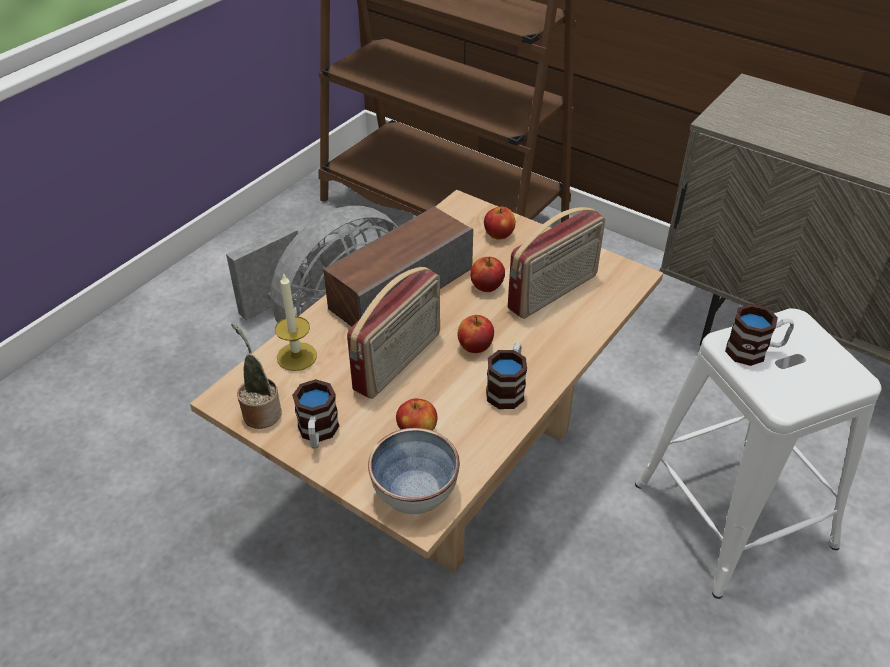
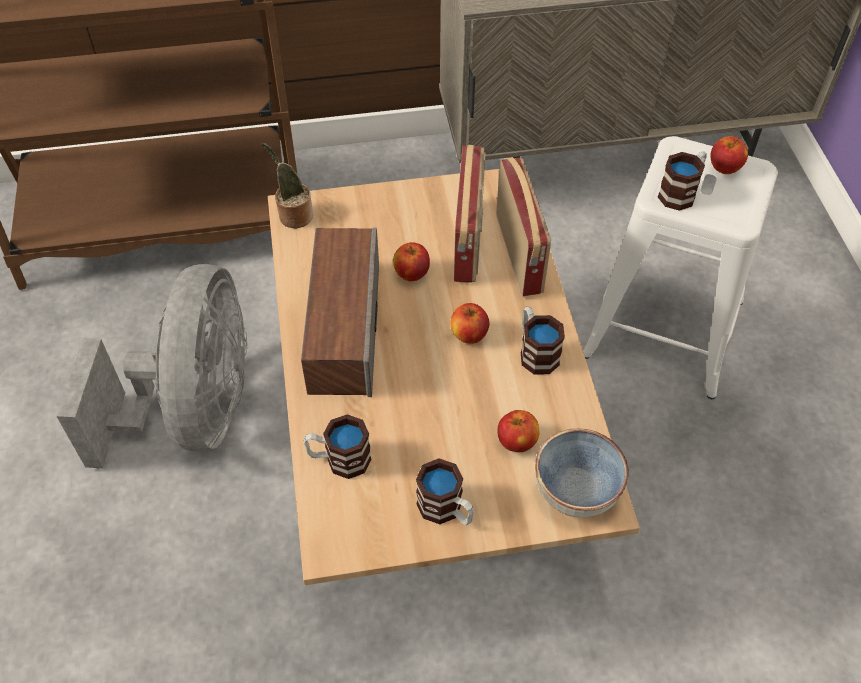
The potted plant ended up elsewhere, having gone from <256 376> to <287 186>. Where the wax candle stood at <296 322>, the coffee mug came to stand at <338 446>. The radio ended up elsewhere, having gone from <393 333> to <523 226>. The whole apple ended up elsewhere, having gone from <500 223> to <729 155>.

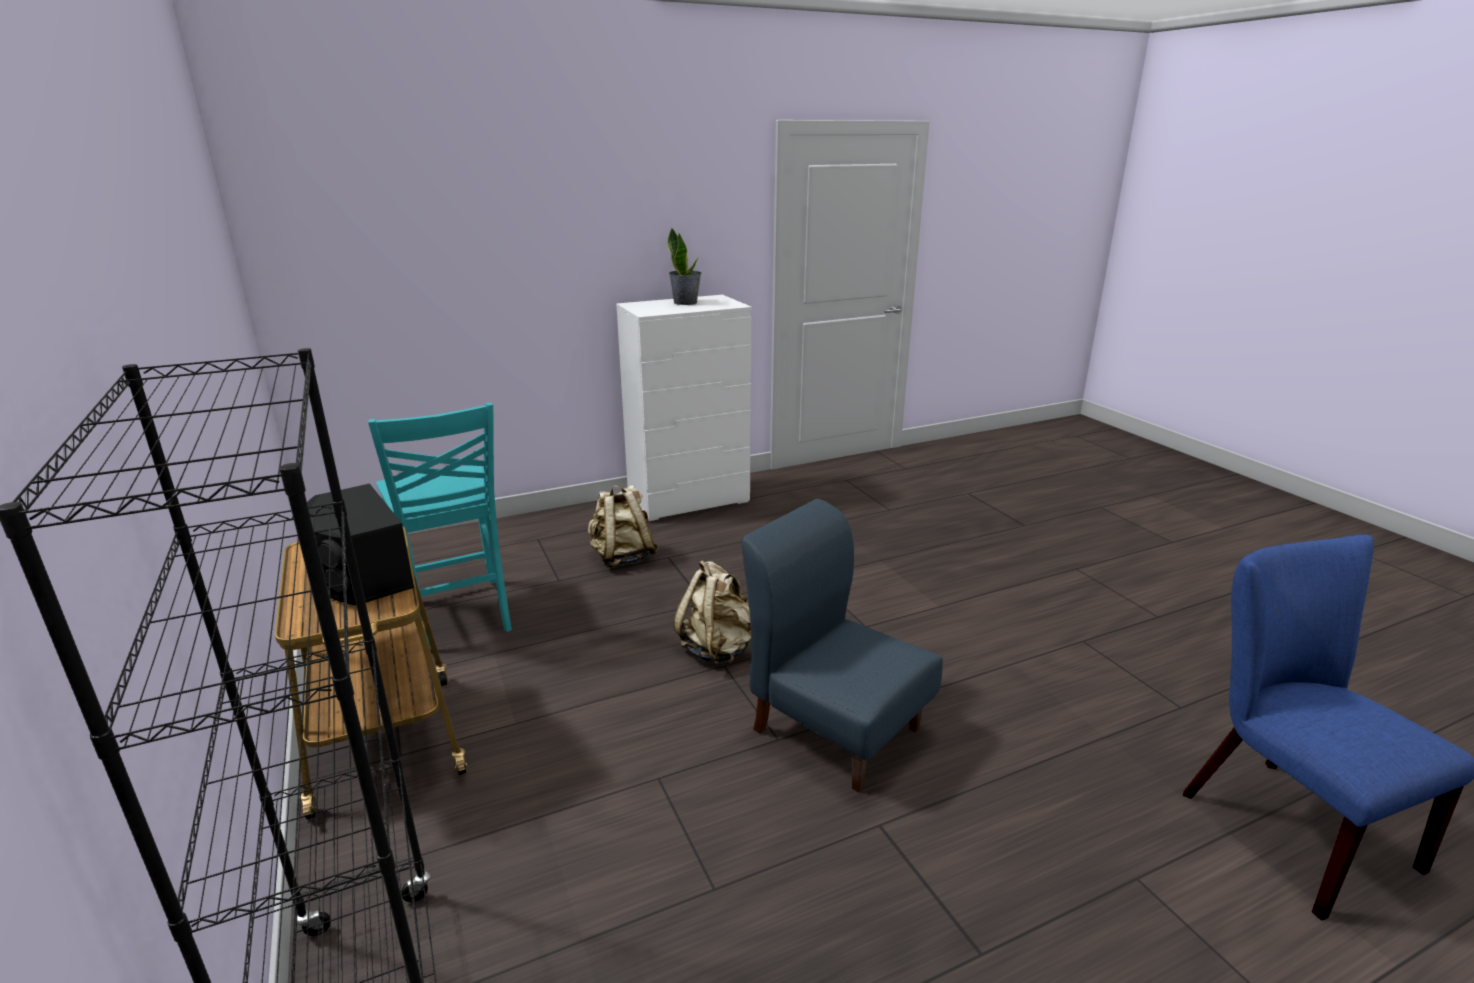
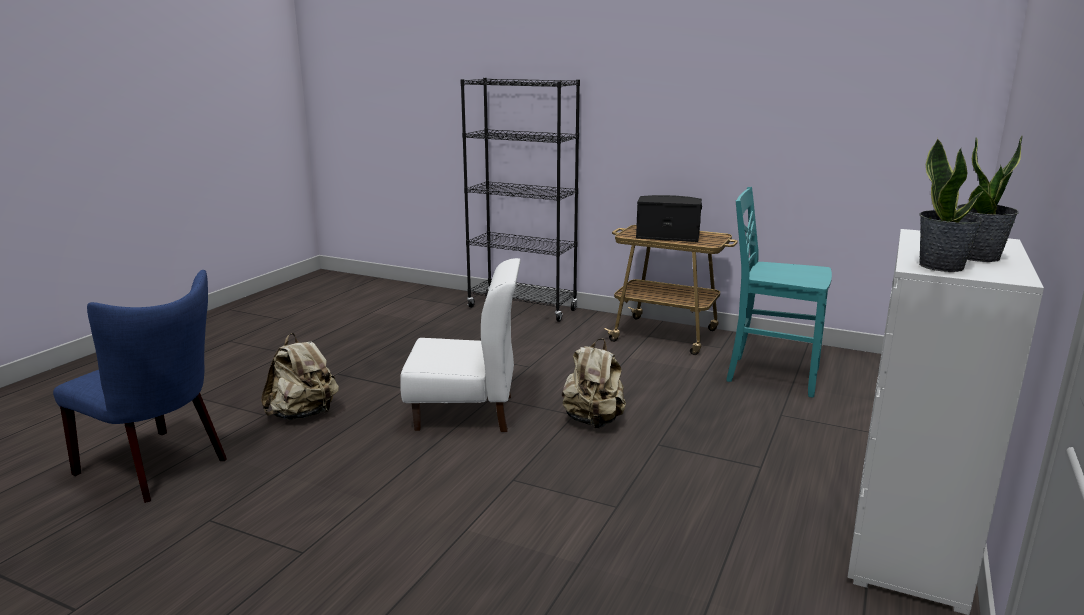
The beige knapsack ended up elsewhere, having gone from <623 526> to <300 376>. What was the blue-coloured chair at <842 645> turned into the white chair at <460 345>. The second view gained the potted plant at <951 205>.

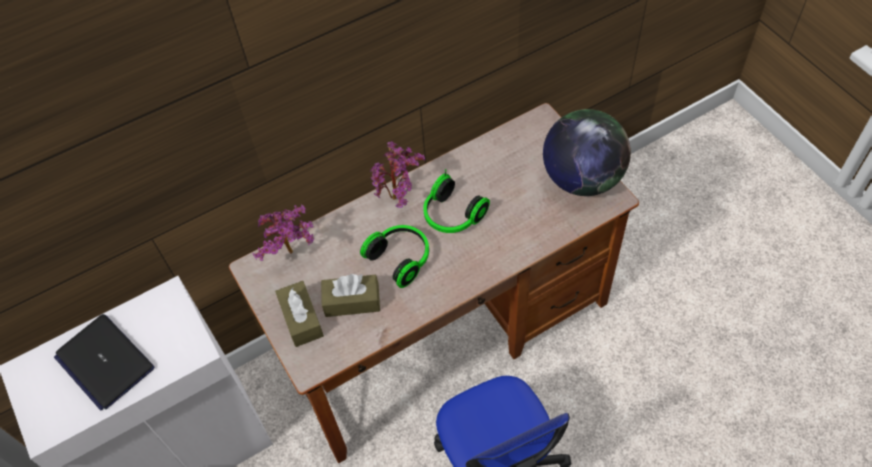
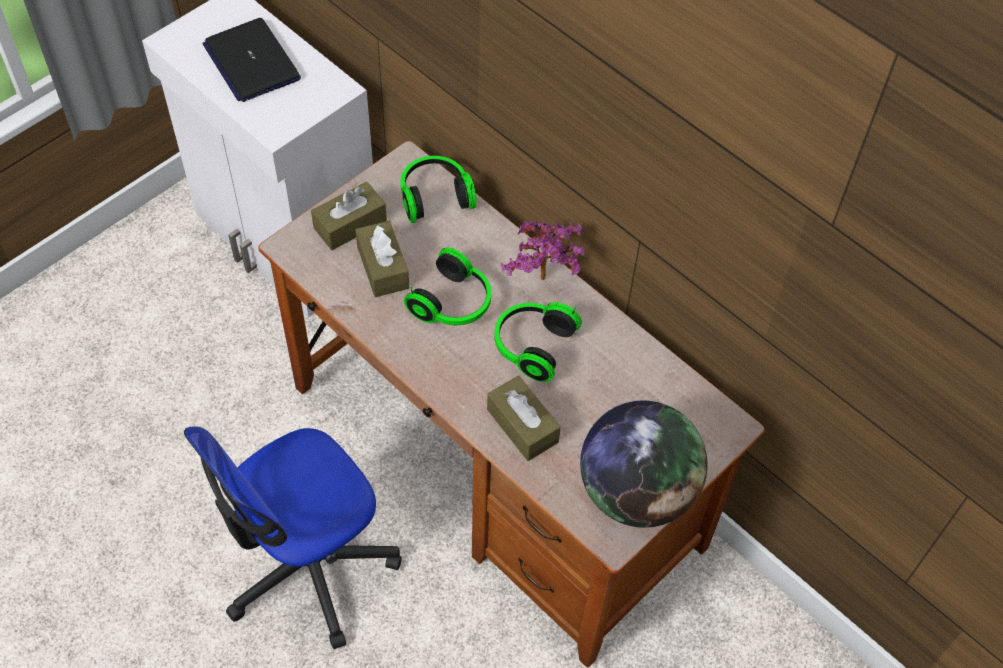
The laptop at <104 362> ended up facing another way, 60 degrees counterclockwise from before. Where the potted plant stood at <283 232>, the headset came to stand at <438 189>. The second view gained the brownish box of tissues at <524 418>.

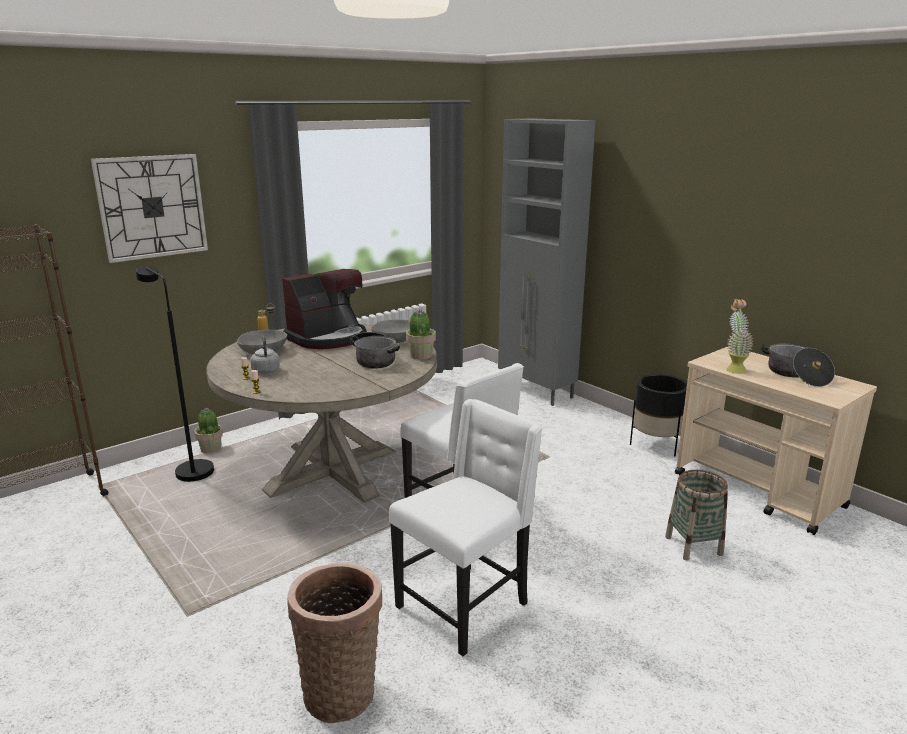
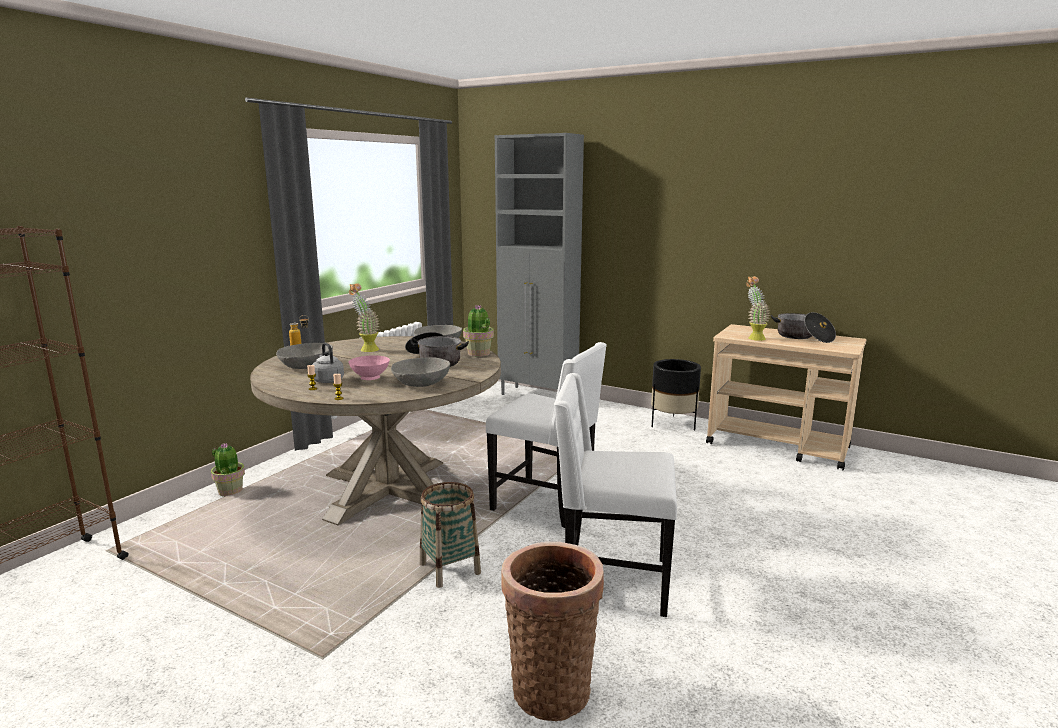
The second view gained the pink-coloured serving bowl at <369 367>. Where the coffee maker stood at <324 309>, the potted plant came to stand at <364 317>. The second view gained the greyish serving bowl at <420 372>. The basket ended up elsewhere, having gone from <696 515> to <450 535>. The white chair at <466 527> ended up facing another way, 105 degrees counterclockwise from before. The second view lost the hanging clock at <149 208>. The second view lost the blackish standing lamp at <175 374>.

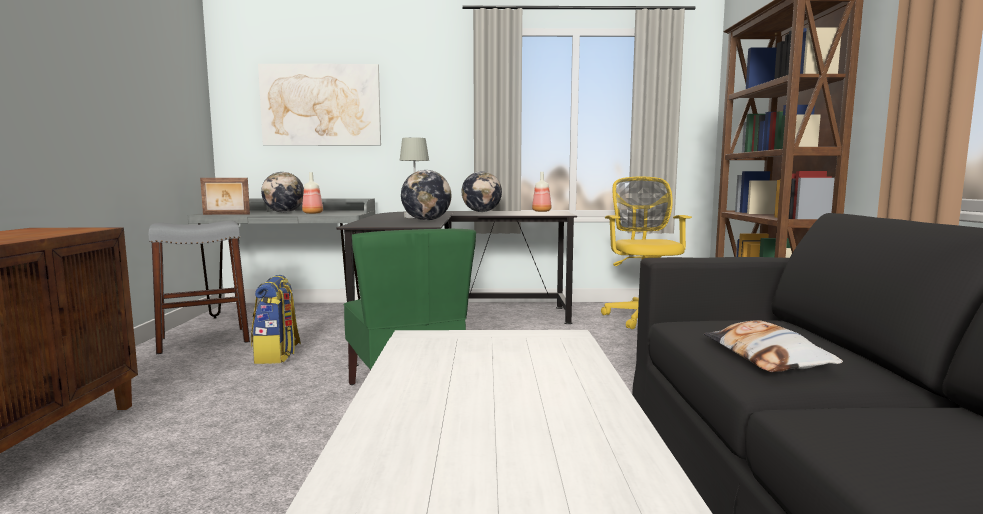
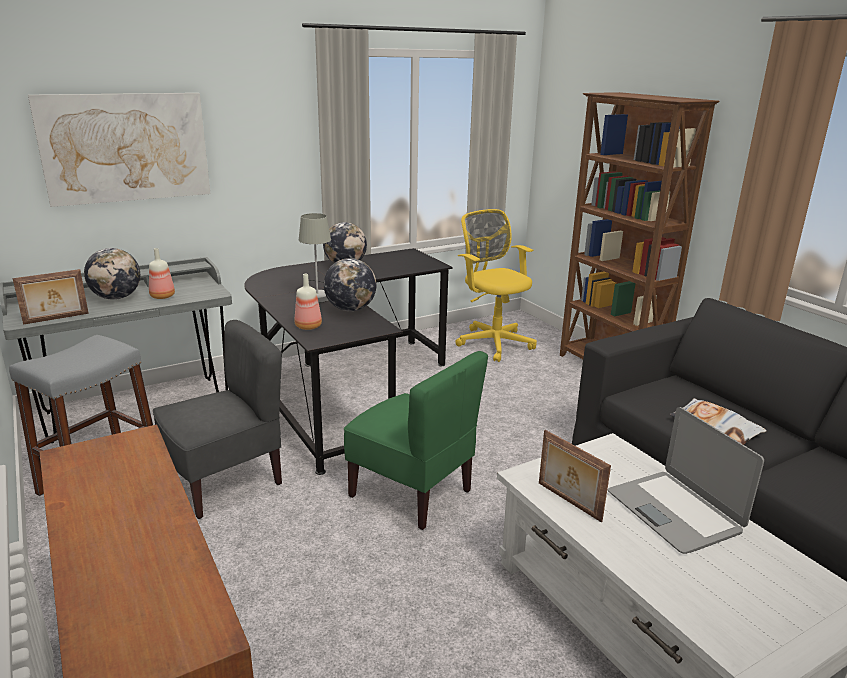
Where the knapsack stood at <276 319>, the greyish chair came to stand at <217 419>. The bottle ended up elsewhere, having gone from <541 192> to <308 302>. The second view gained the standing frame at <575 476>. The second view gained the laptop at <686 480>.

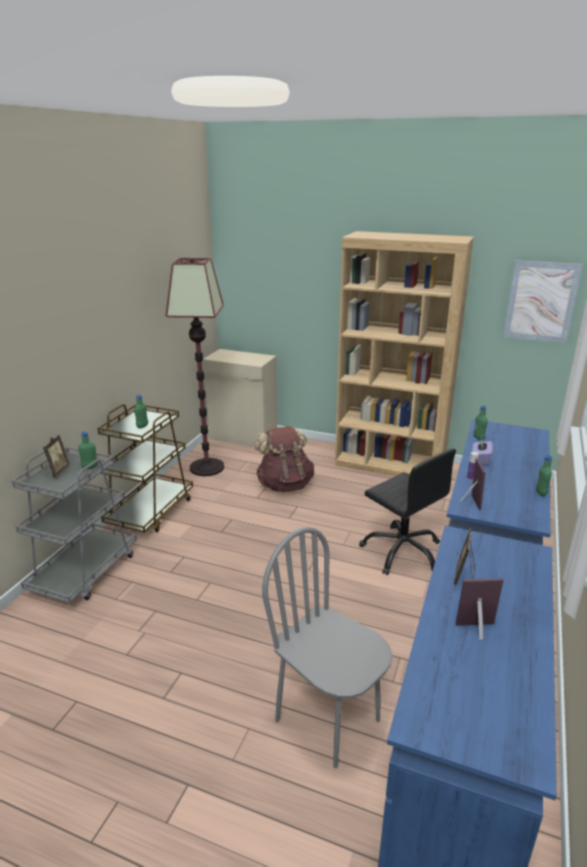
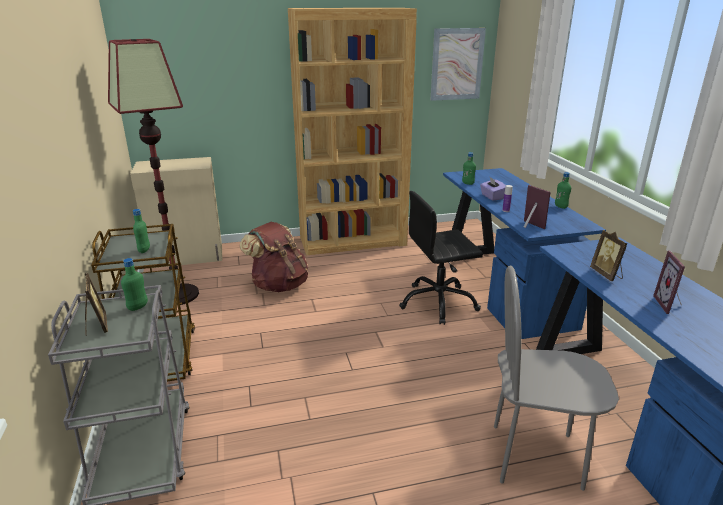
The blackish desk chair at <407 512> ended up facing another way, 150 degrees clockwise from before. The standing frame at <480 609> ended up facing another way, 45 degrees counterclockwise from before.

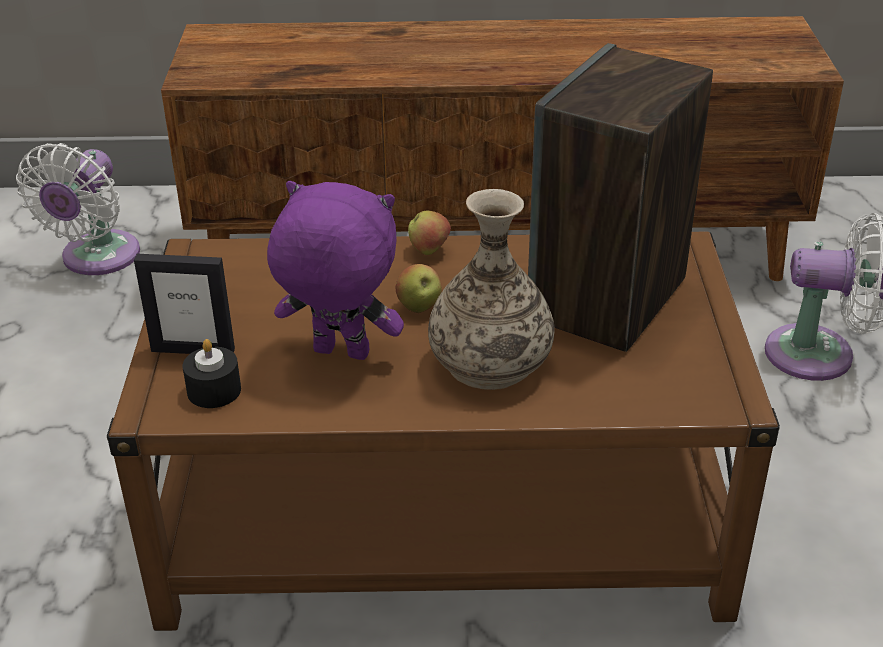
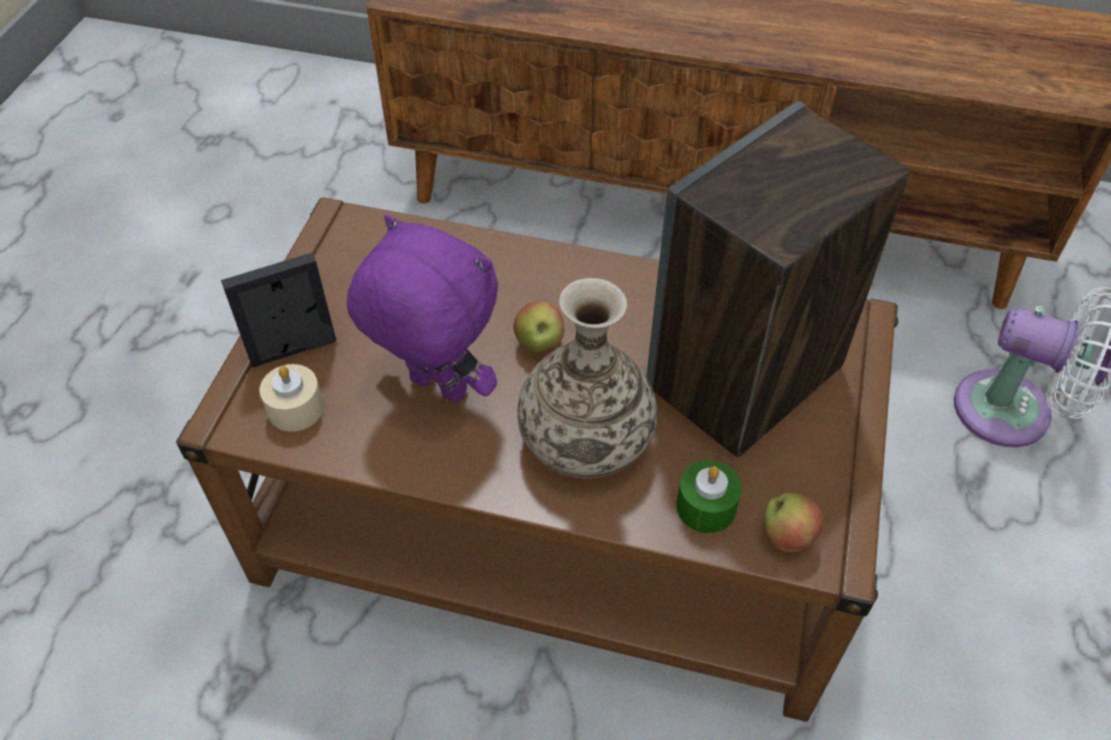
The standing frame at <184 304> ended up facing another way, 135 degrees clockwise from before. What was the blackish wax candle at <212 373> turned into the beige wax candle at <291 398>. The second view gained the green-coloured wax candle at <709 496>. The whole apple ended up elsewhere, having gone from <429 233> to <793 522>. The second view lost the white cooling fan at <78 209>.

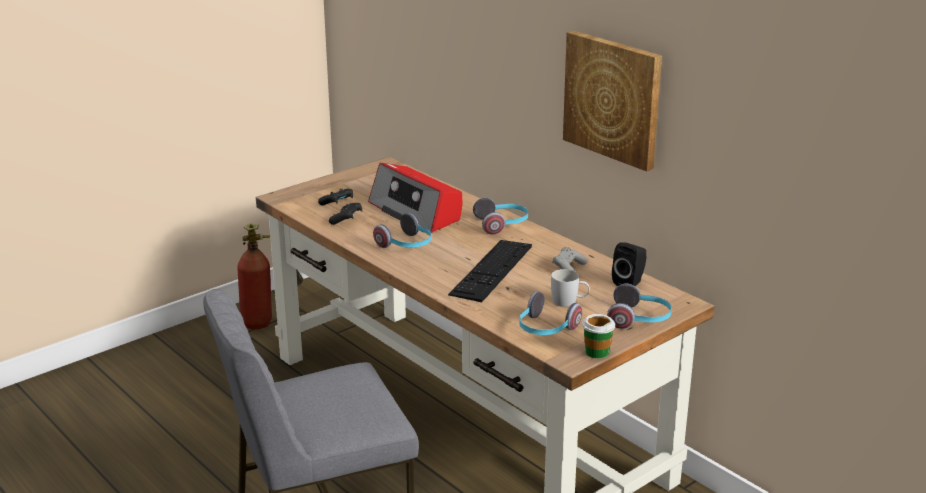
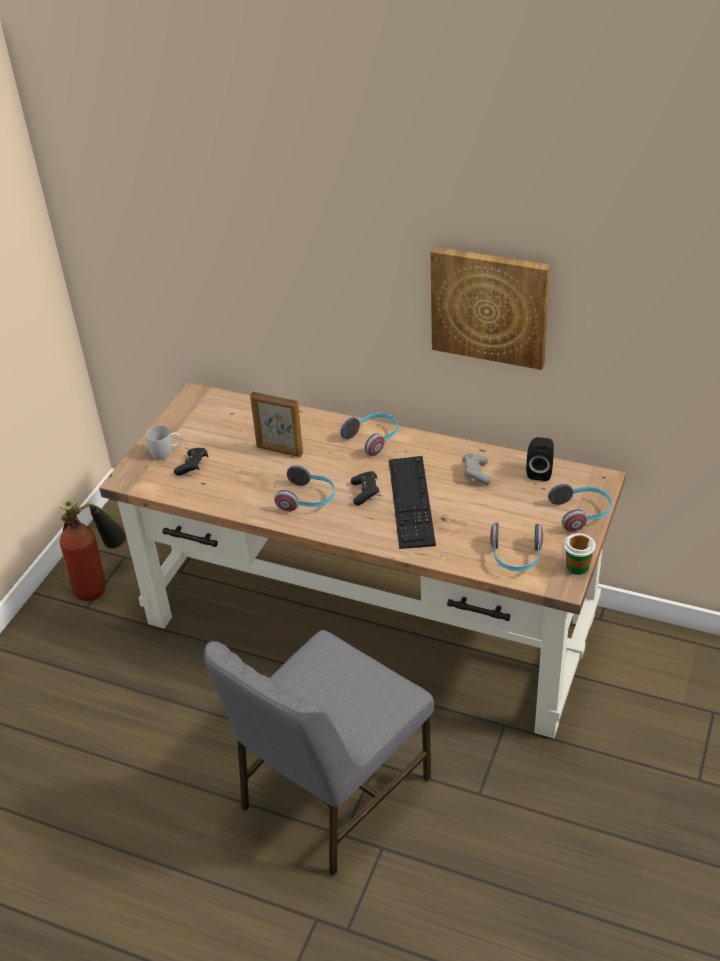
The white coffee mug ended up elsewhere, having gone from <570 288> to <163 442>. Where the radio stood at <415 198>, the standing frame came to stand at <276 424>. The blackish game controller ended up elsewhere, having gone from <345 214> to <365 488>.

